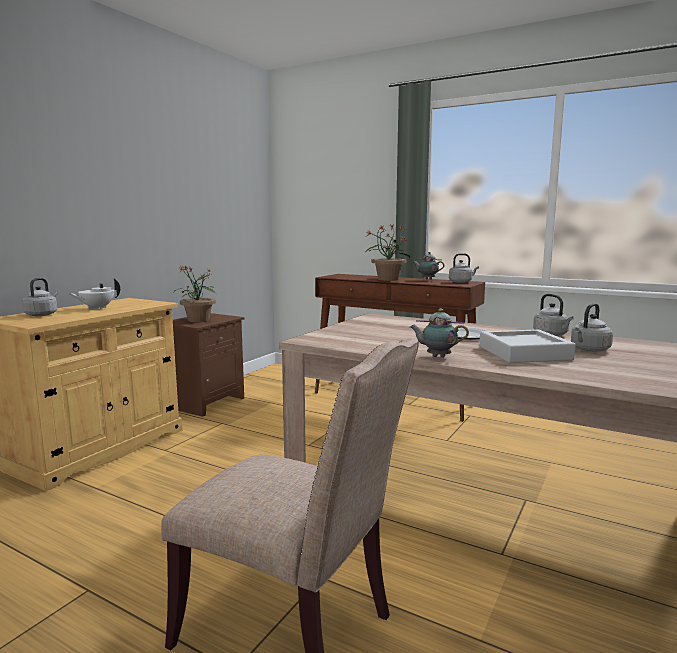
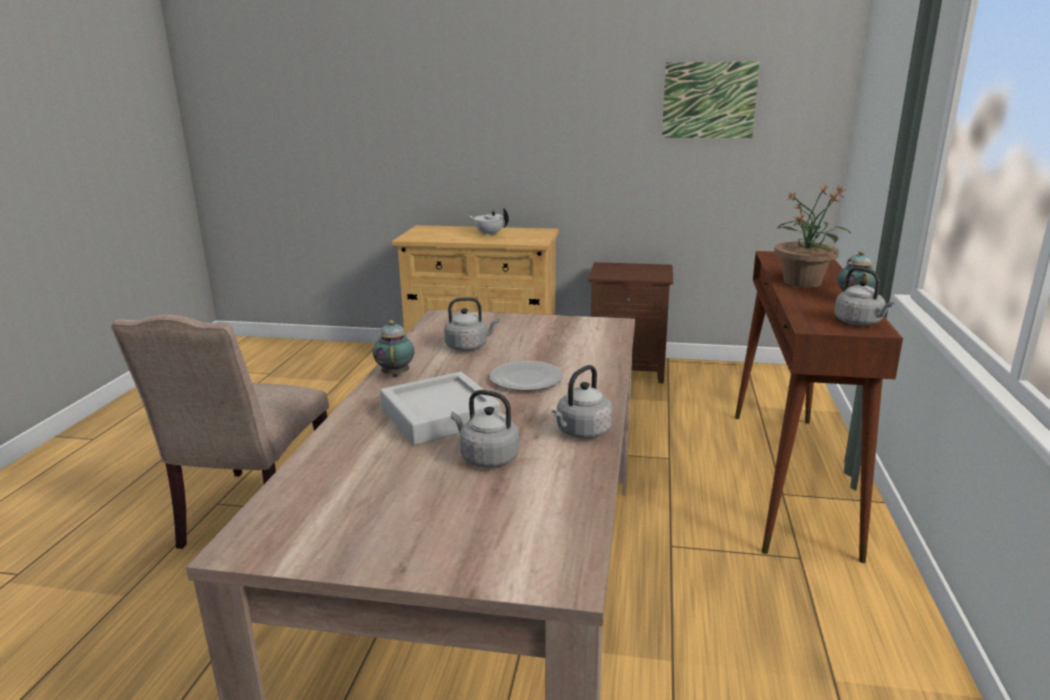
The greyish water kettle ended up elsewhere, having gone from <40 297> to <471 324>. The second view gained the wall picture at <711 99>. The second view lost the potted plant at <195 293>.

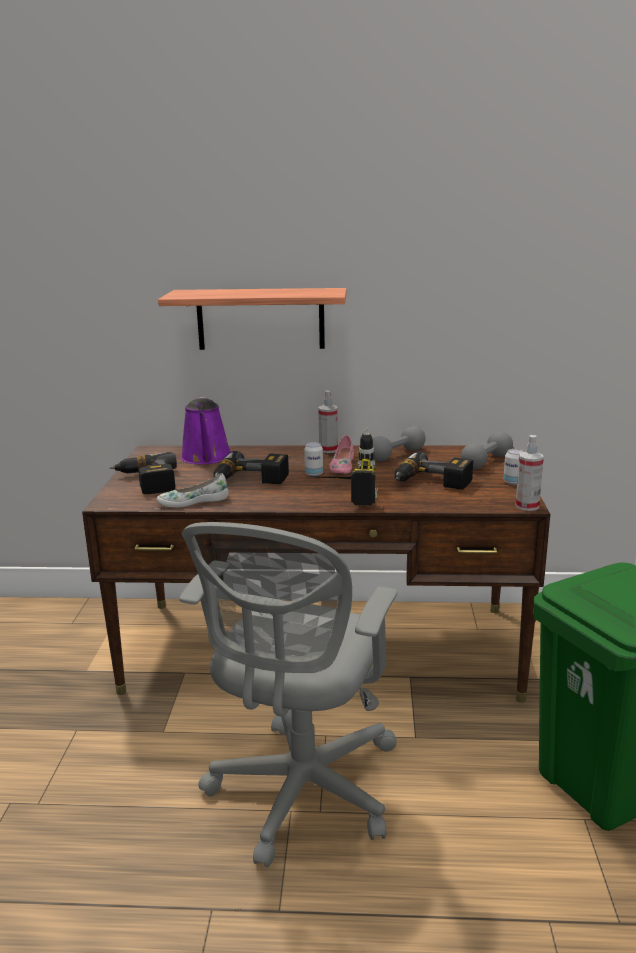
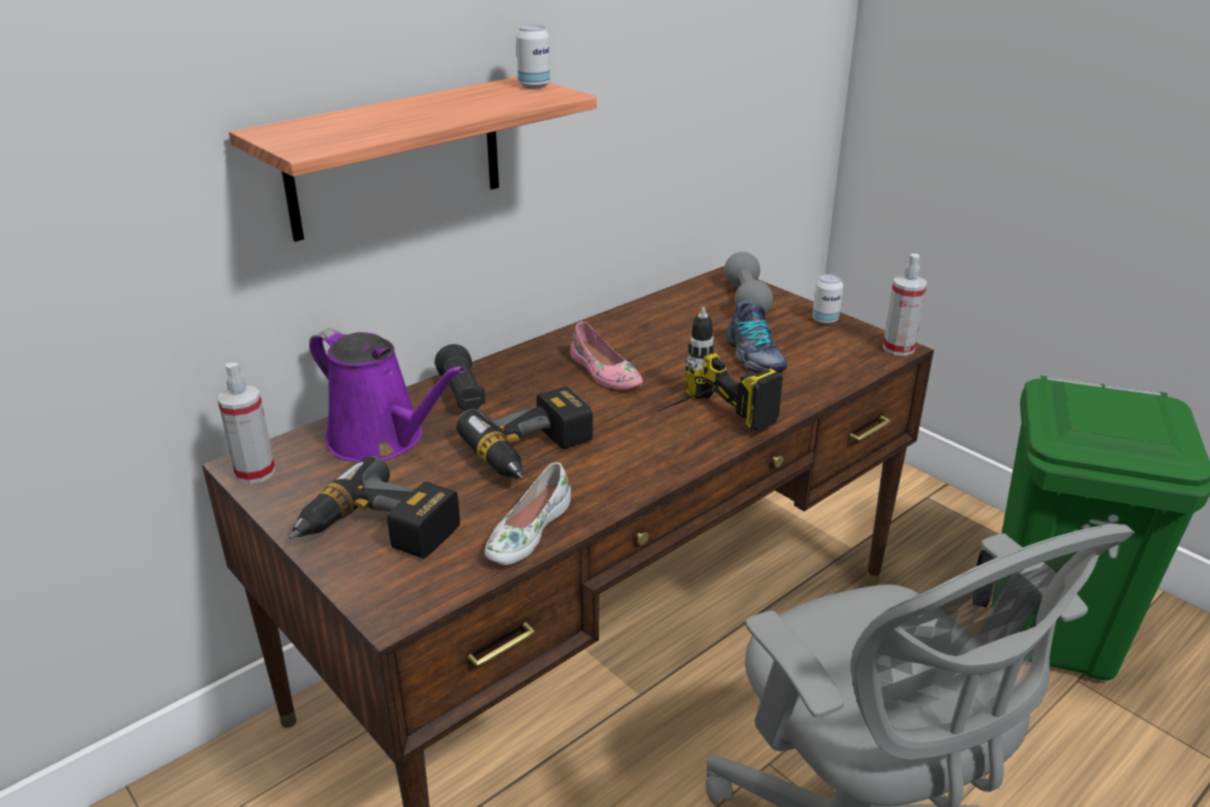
The sprayer ended up elsewhere, having gone from <328 421> to <246 423>. The second view gained the blackish hand torch at <460 377>. The metal can ended up elsewhere, having gone from <313 459> to <533 57>. Where the power drill stood at <434 470>, the low shoe came to stand at <756 337>. The second view lost the greyish dumbbell at <399 444>.

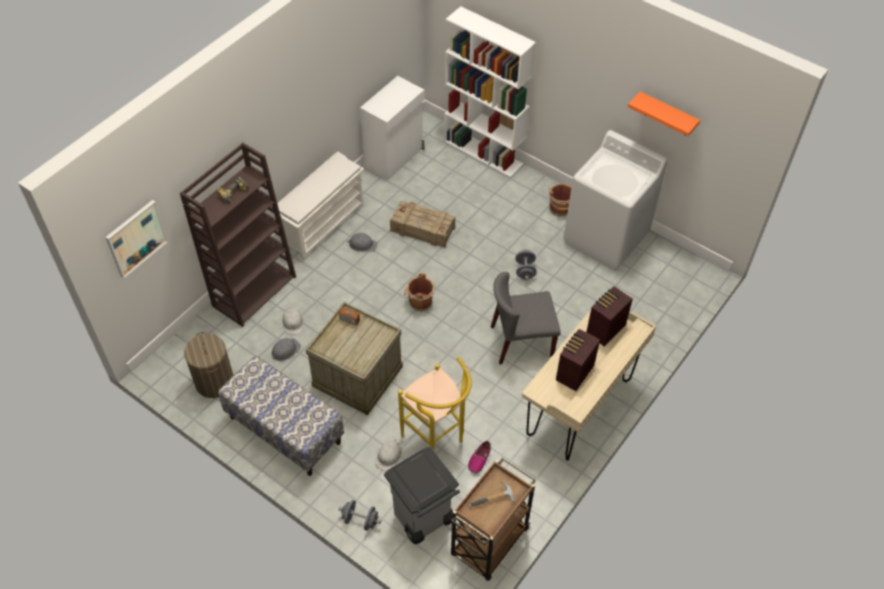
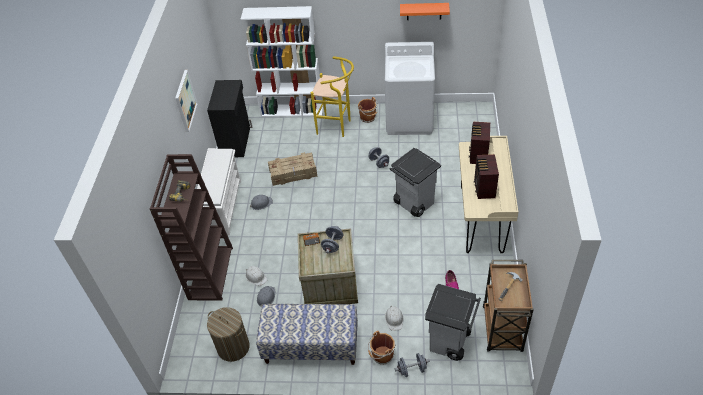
The wall picture ended up elsewhere, having gone from <136 239> to <186 101>. What was the white cupboard at <392 128> turned into the blackish cupboard at <229 118>. The yellowish stool ended up elsewhere, having gone from <435 403> to <332 96>. The second view gained the greyish dumbbell at <332 239>. The brownish pail ended up elsewhere, having gone from <419 292> to <382 348>. Where the greyish chair stood at <526 318>, the greyish waste bin came to stand at <415 182>.

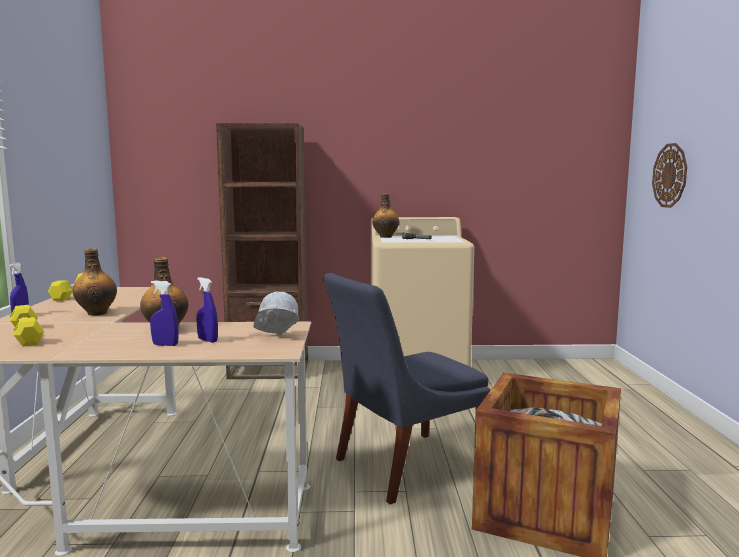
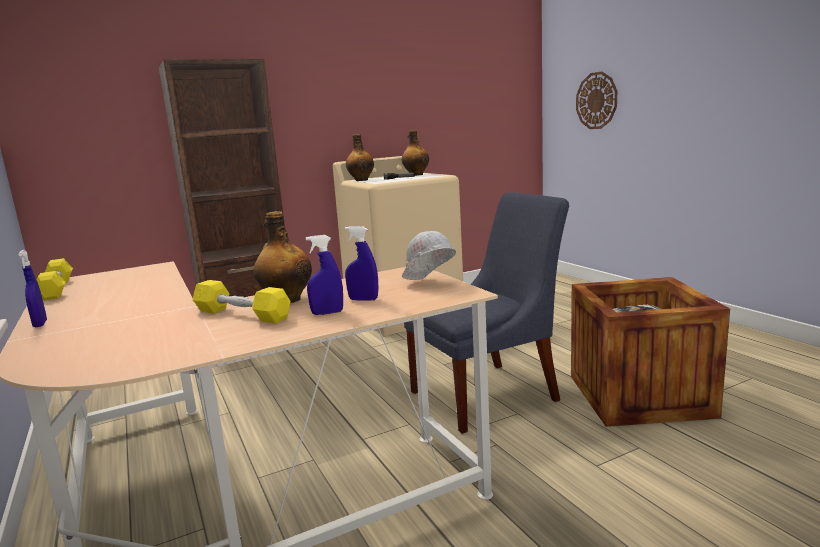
The yellowish dumbbell ended up elsewhere, having gone from <26 326> to <241 302>. The bottle ended up elsewhere, having gone from <95 282> to <415 153>. The blue-coloured chair at <407 388> ended up facing another way, 150 degrees counterclockwise from before.

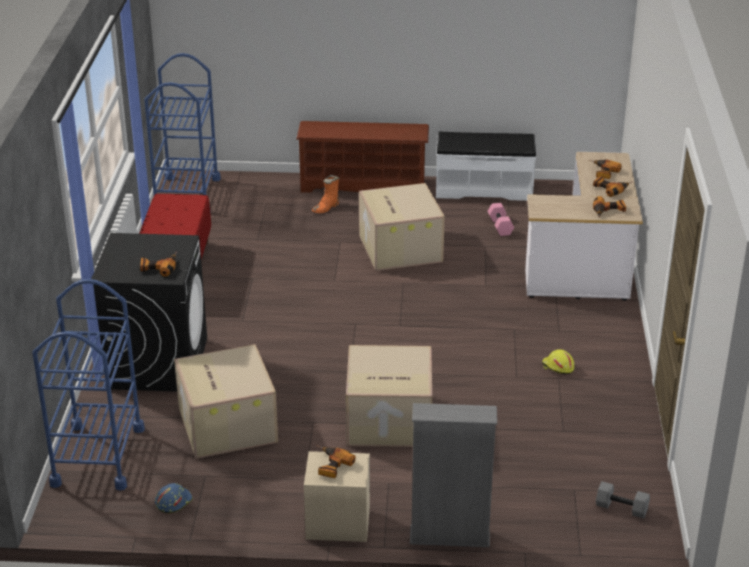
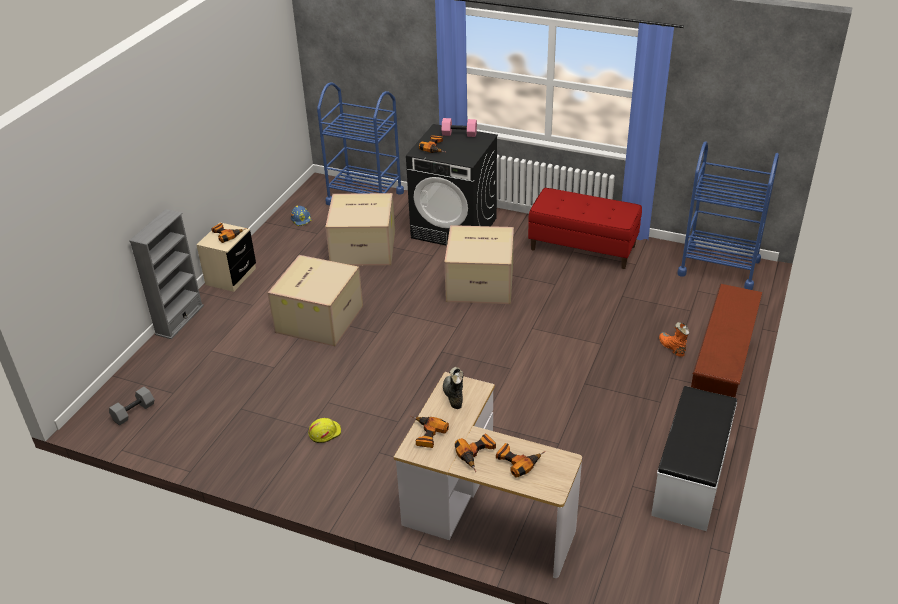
The pink-coloured dumbbell ended up elsewhere, having gone from <500 219> to <459 127>. The second view gained the blackish boot at <453 388>. The carton ended up elsewhere, having gone from <402 227> to <479 264>.

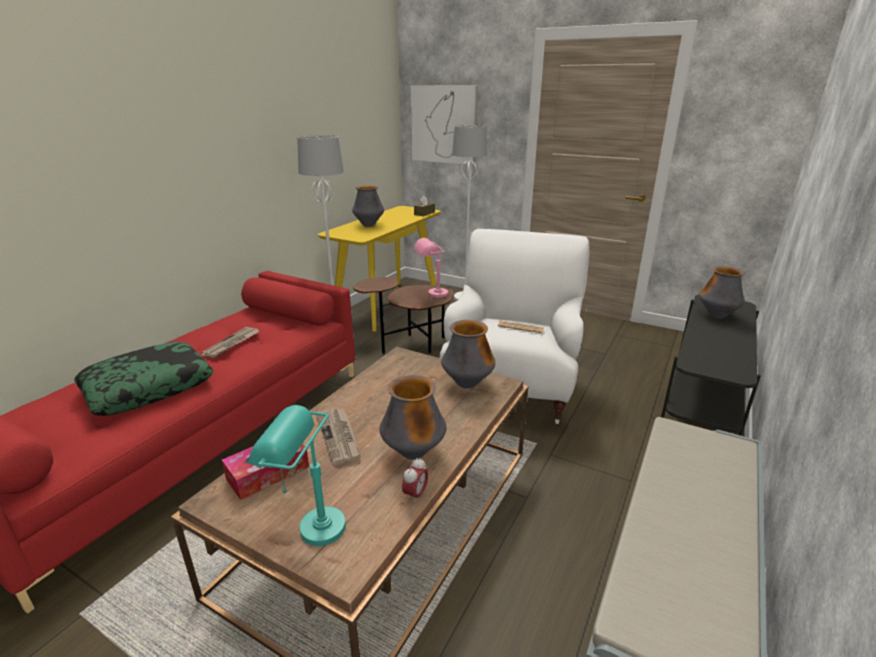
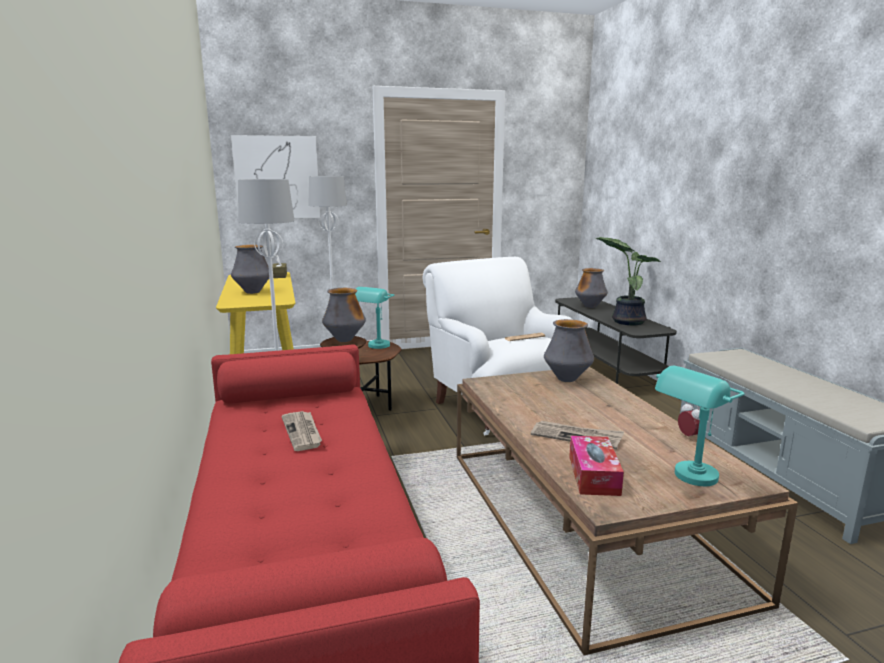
The decorative vase ended up elsewhere, having gone from <412 417> to <344 315>. What was the pink-coloured lamp for a table at <431 268> turned into the turquoise lamp for a table at <374 318>. The second view gained the potted plant at <629 281>. The second view lost the throw pillow at <143 379>.

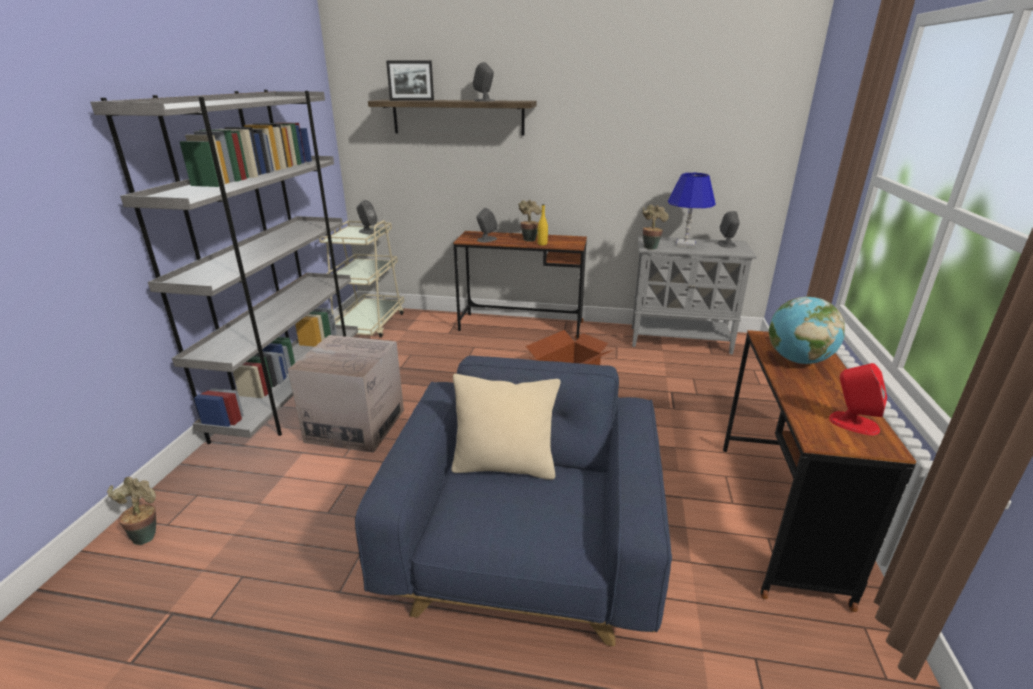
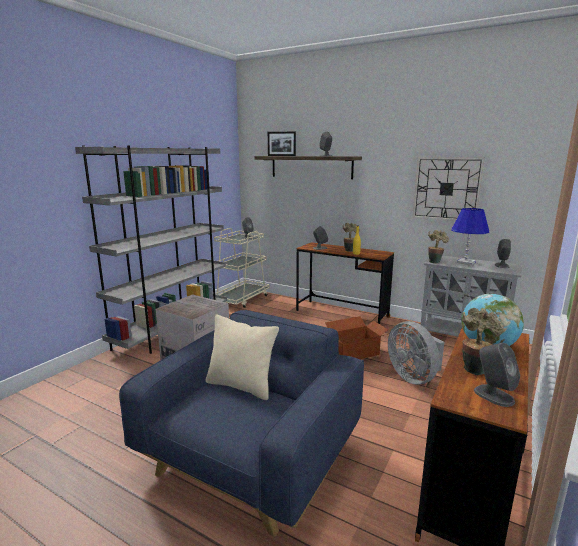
The second view gained the greyish cooling fan at <416 353>. The second view gained the hanging clock at <448 189>. The potted plant ended up elsewhere, having gone from <131 511> to <483 341>. What was the red audio speaker at <858 399> turned into the greyish audio speaker at <497 375>.

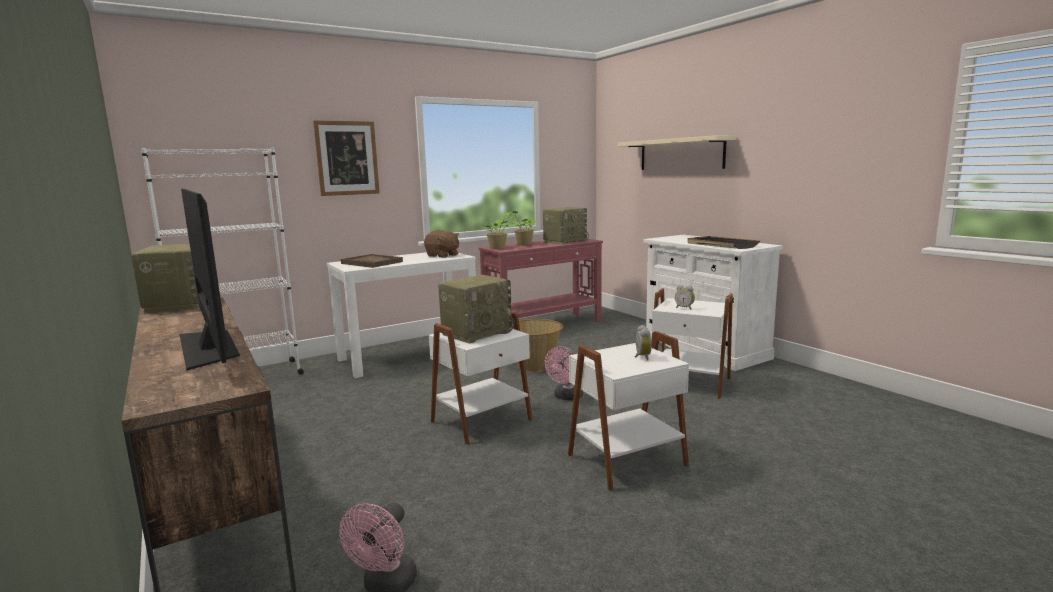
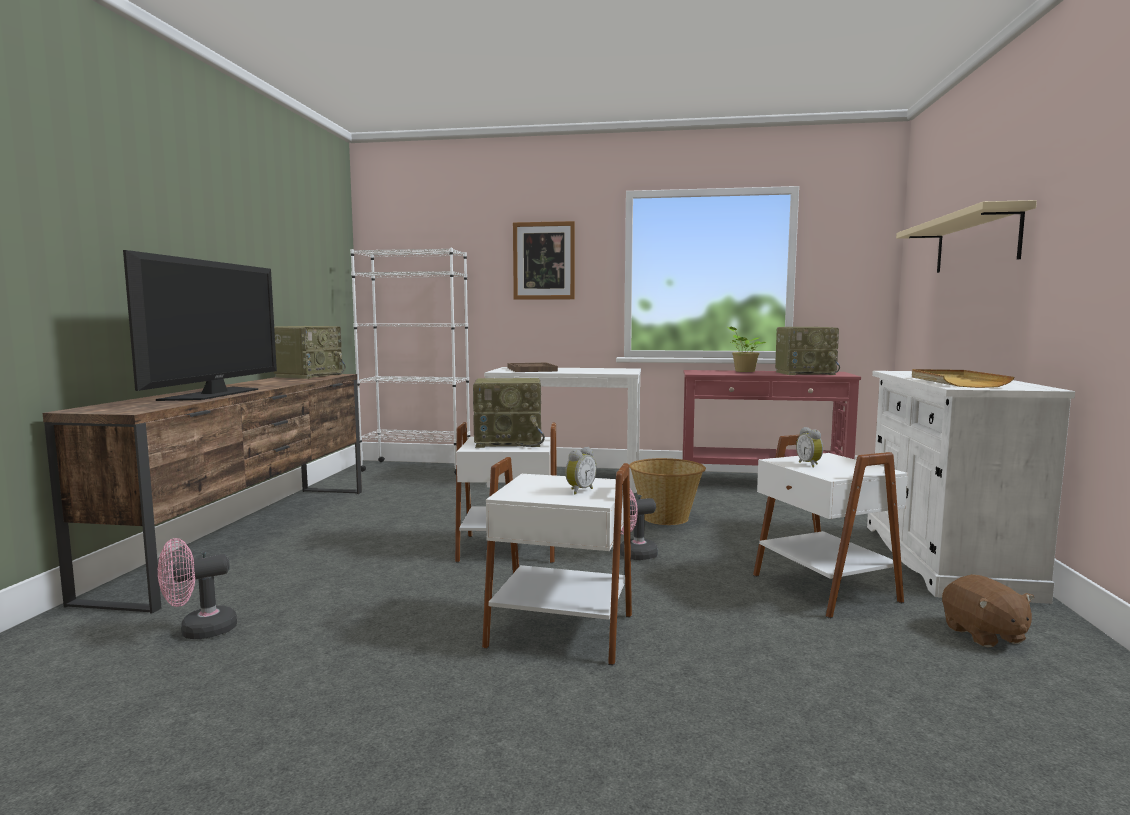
What was the blackish tray at <723 242> turned into the beige tray at <963 378>. The brownish soft toy ended up elsewhere, having gone from <441 244> to <988 610>. The second view lost the potted plant at <496 230>.

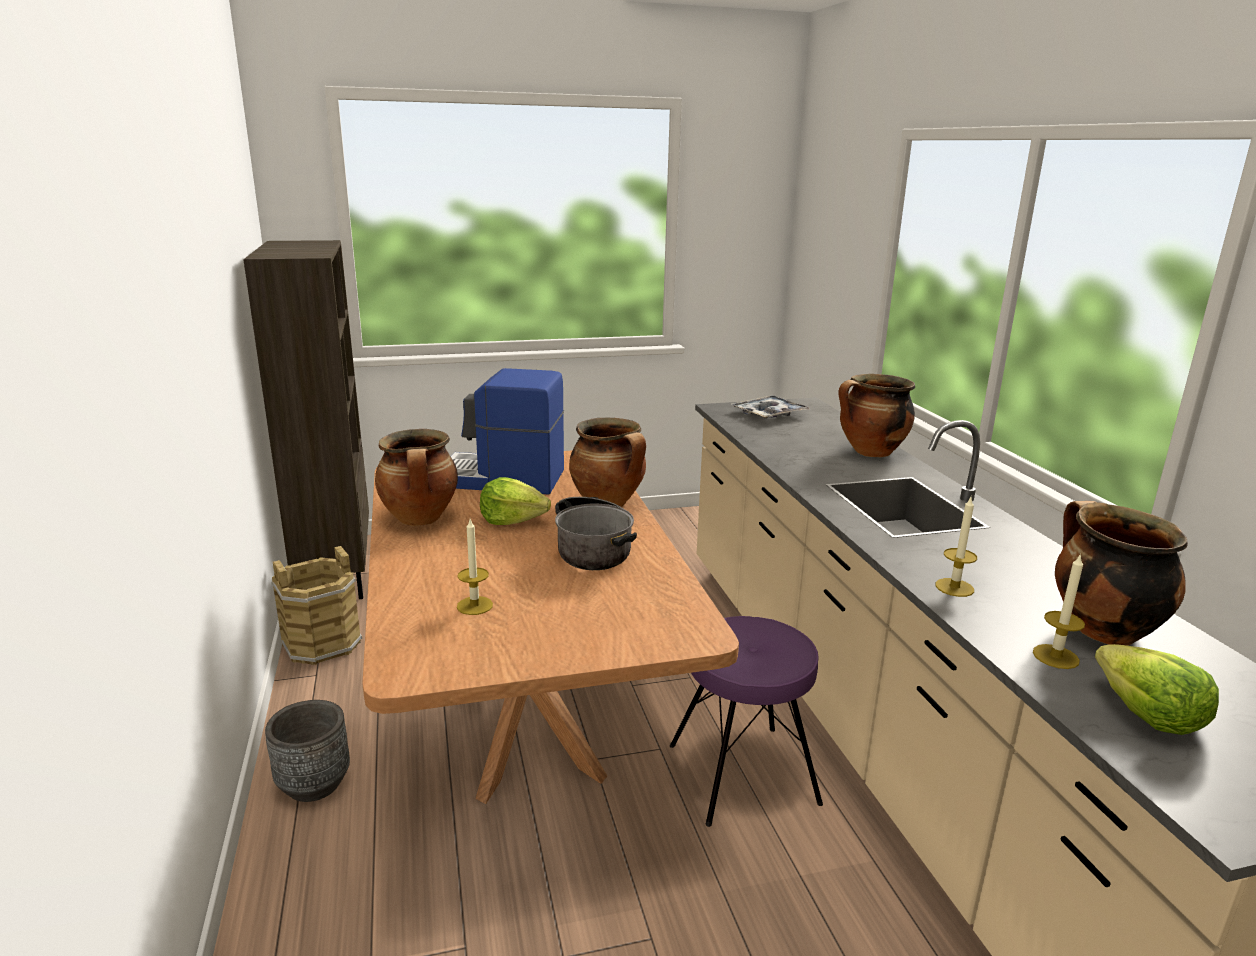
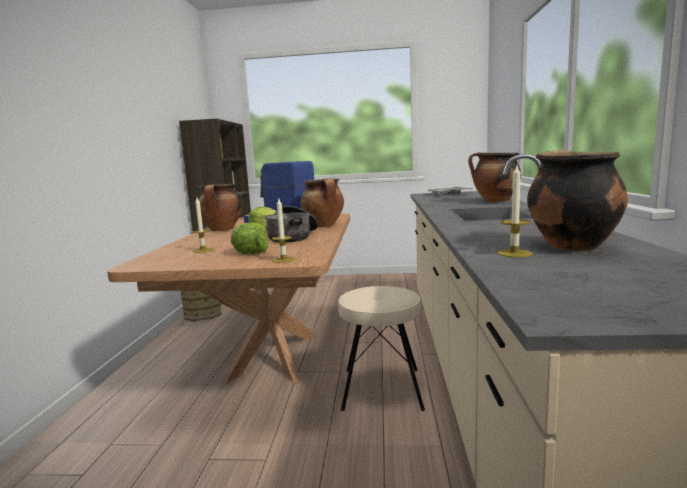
The head of lettuce ended up elsewhere, having gone from <1157 689> to <250 238>. The wax candle ended up elsewhere, having gone from <956 547> to <283 231>. What was the purplish stool at <746 721> turned into the beige stool at <381 348>. The second view lost the greyish plant pot at <307 751>.

